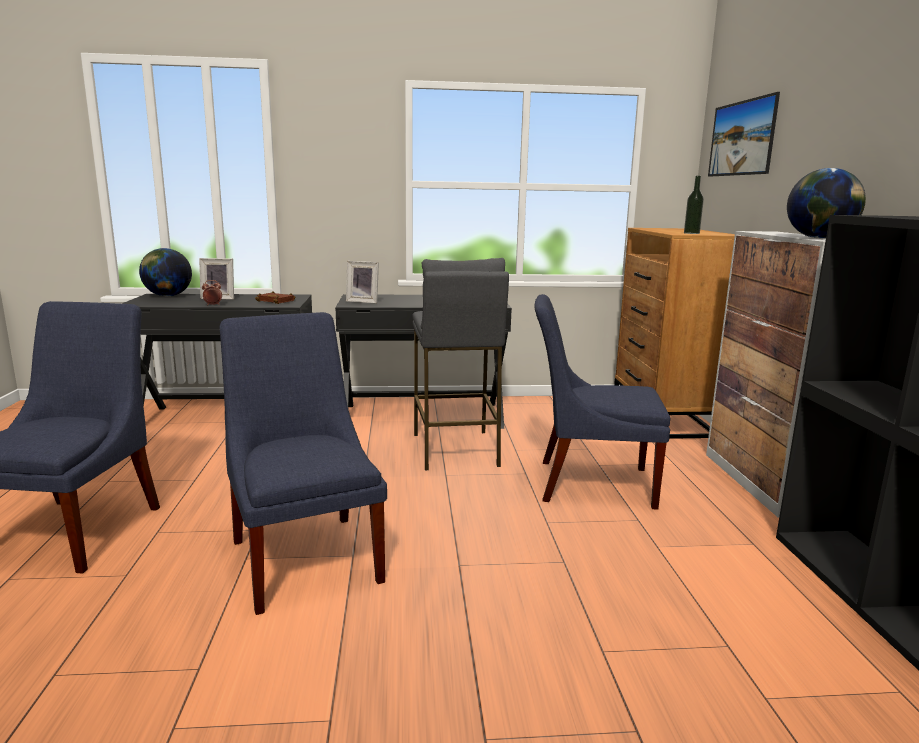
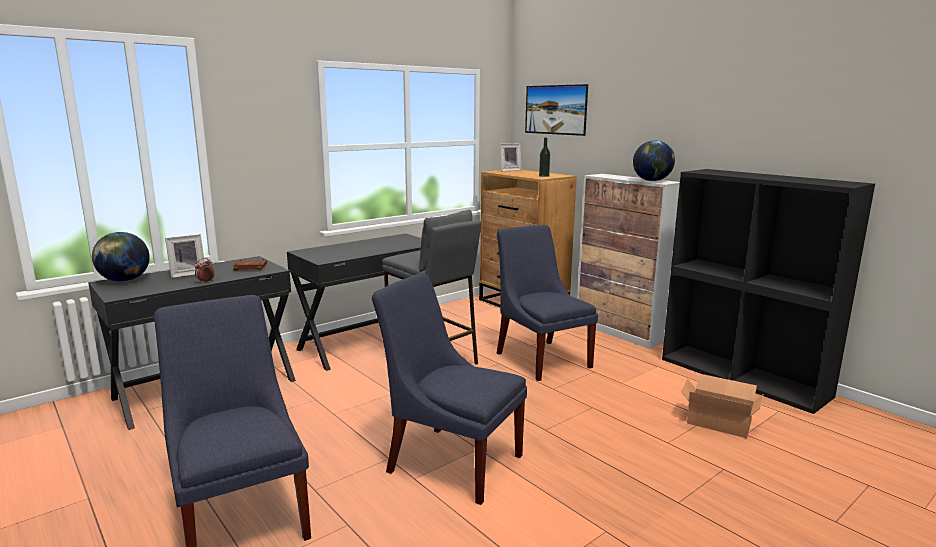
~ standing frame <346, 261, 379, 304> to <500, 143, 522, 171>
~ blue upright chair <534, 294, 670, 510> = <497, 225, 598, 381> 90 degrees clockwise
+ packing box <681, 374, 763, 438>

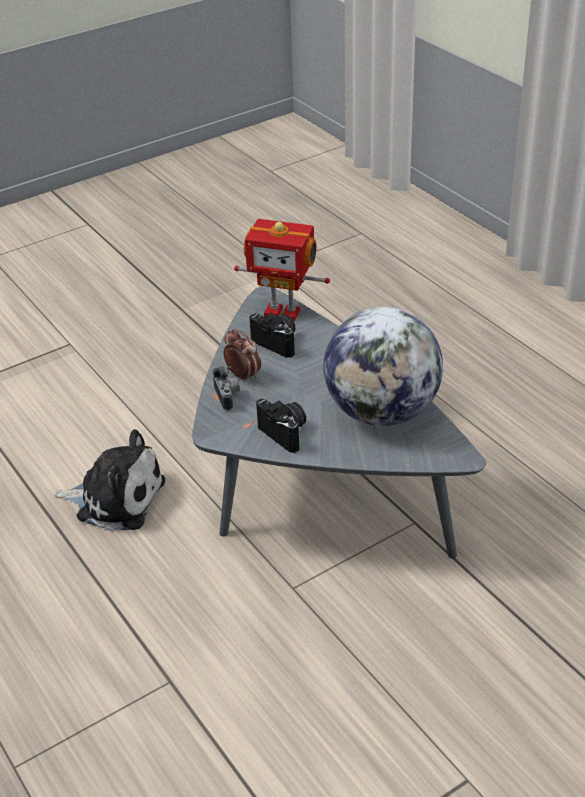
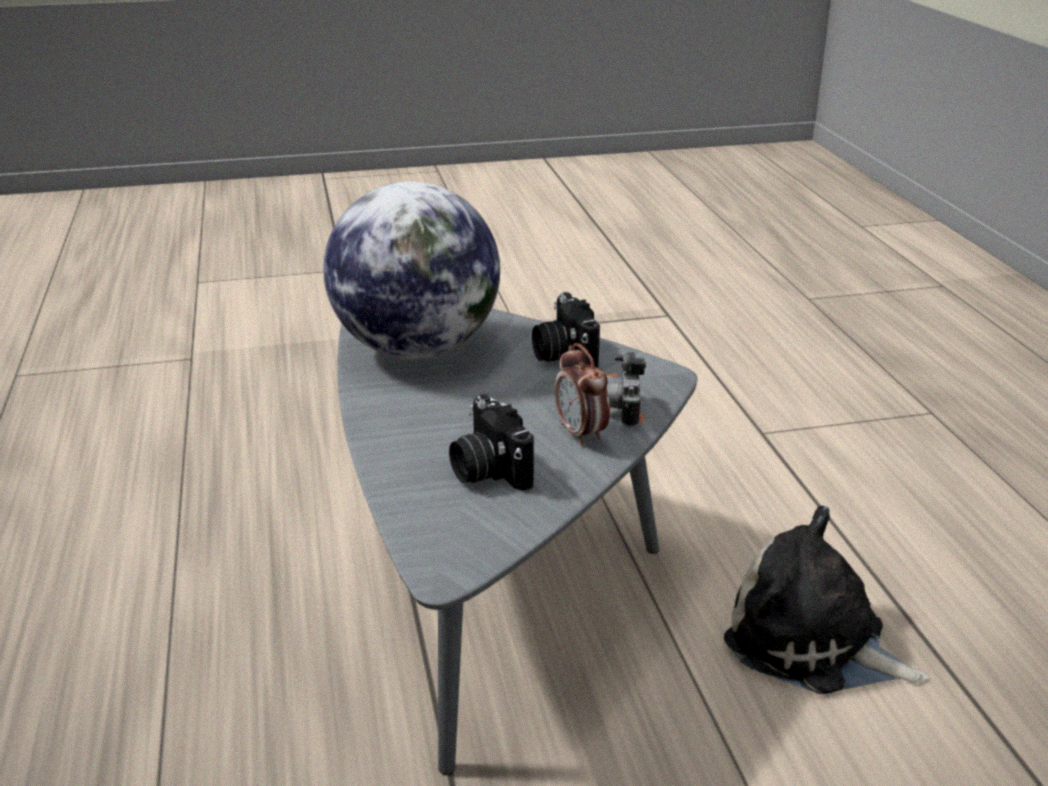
- model robot <234, 219, 330, 322>

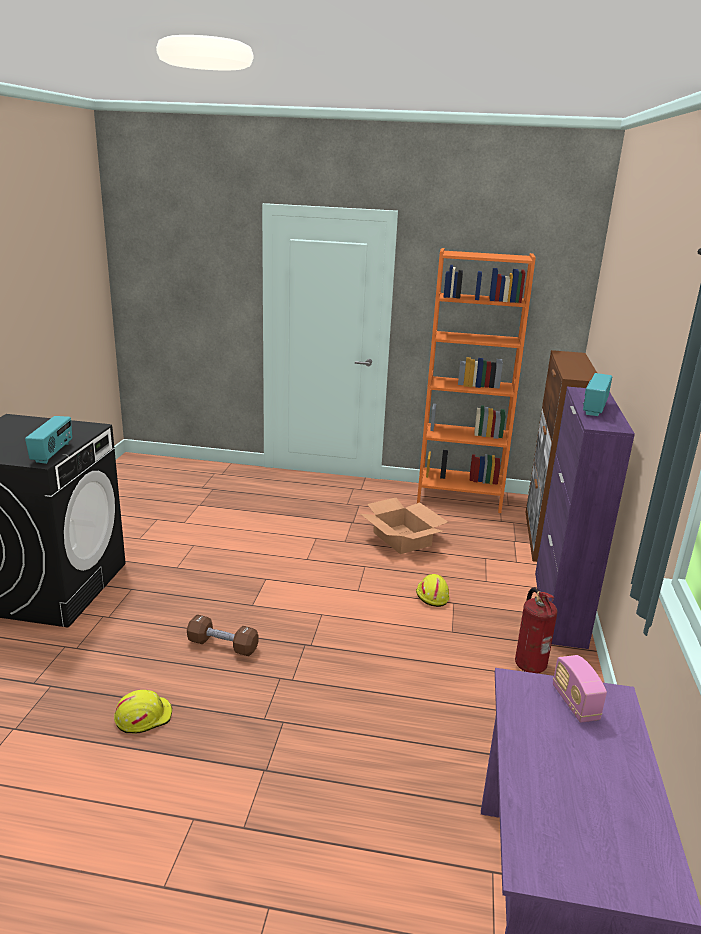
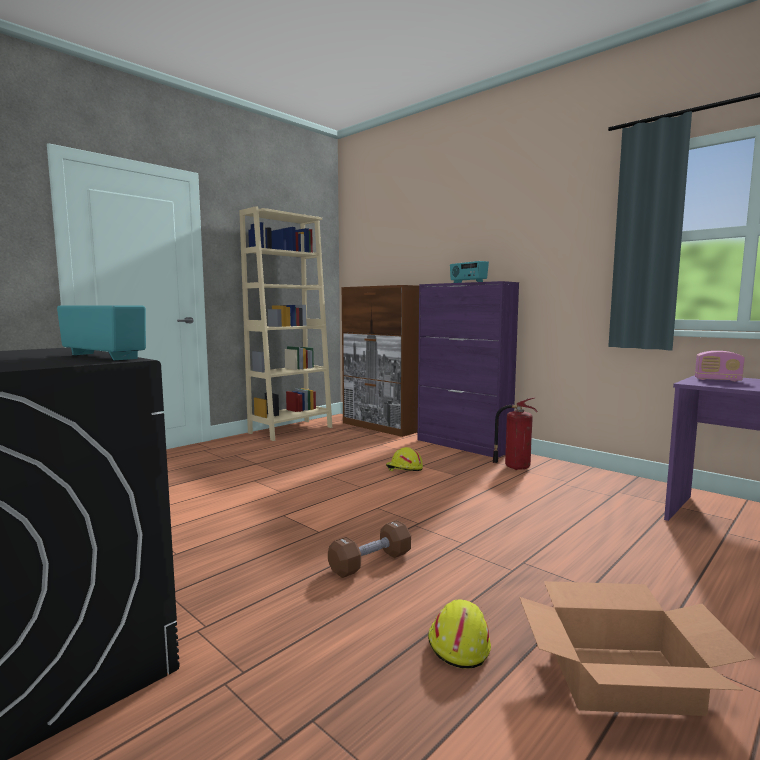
~ packing box <361, 498, 448, 554> to <520, 581, 755, 716>
~ orange bookshelf <417, 248, 536, 513> to beige-coloured bookshelf <239, 206, 332, 441>

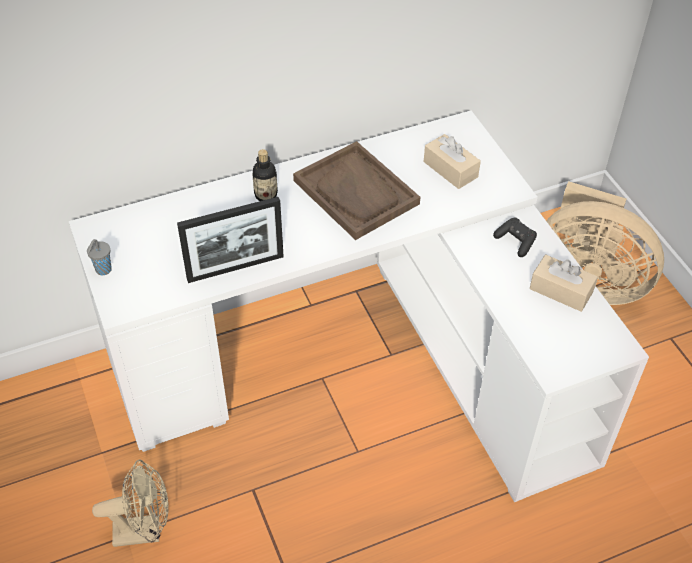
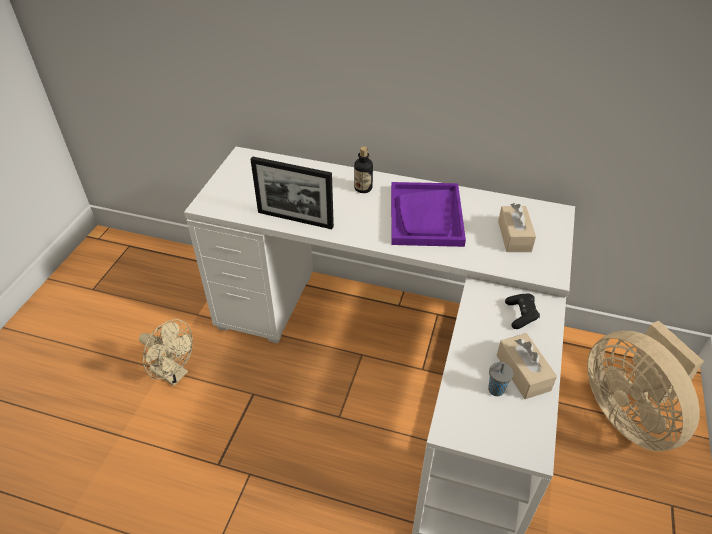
~ gray cup <87, 239, 112, 275> to <488, 361, 513, 396>
~ brownish serving tray <293, 141, 420, 240> to purple serving tray <391, 182, 466, 247>

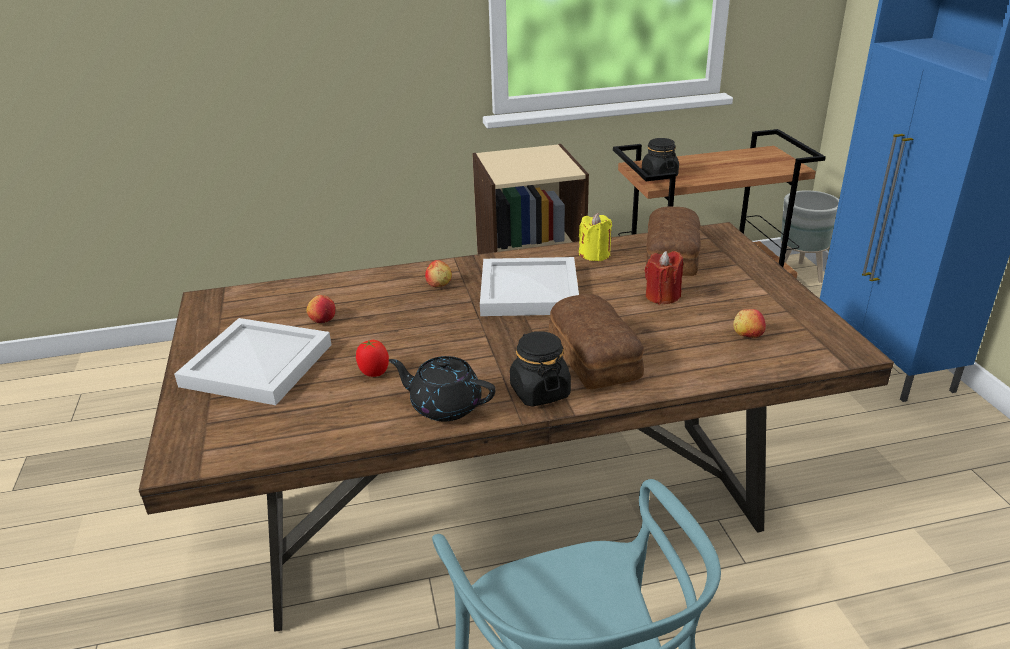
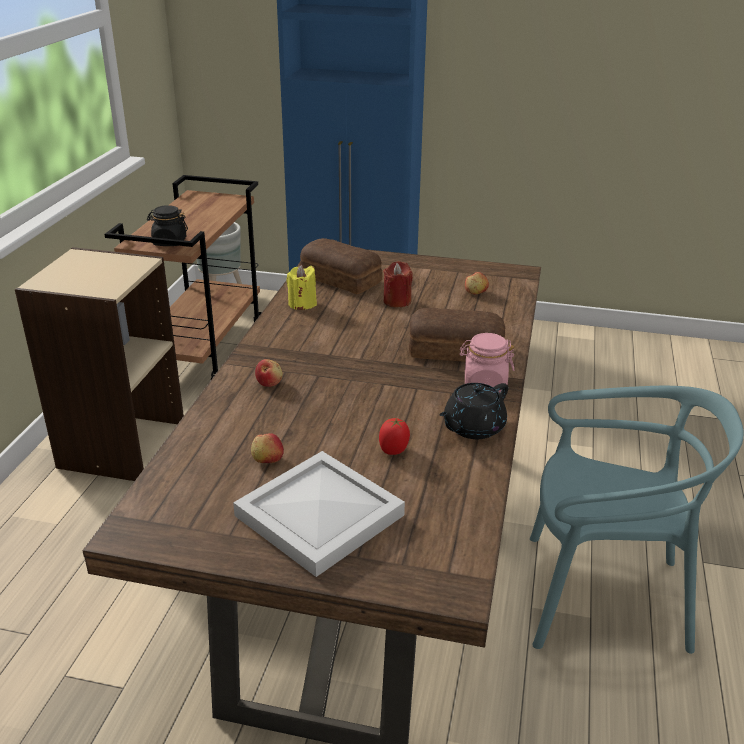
- white-coloured serving tray <480, 257, 579, 316>
~ black-coloured jar <510, 331, 571, 407> to pink-coloured jar <460, 333, 514, 392>

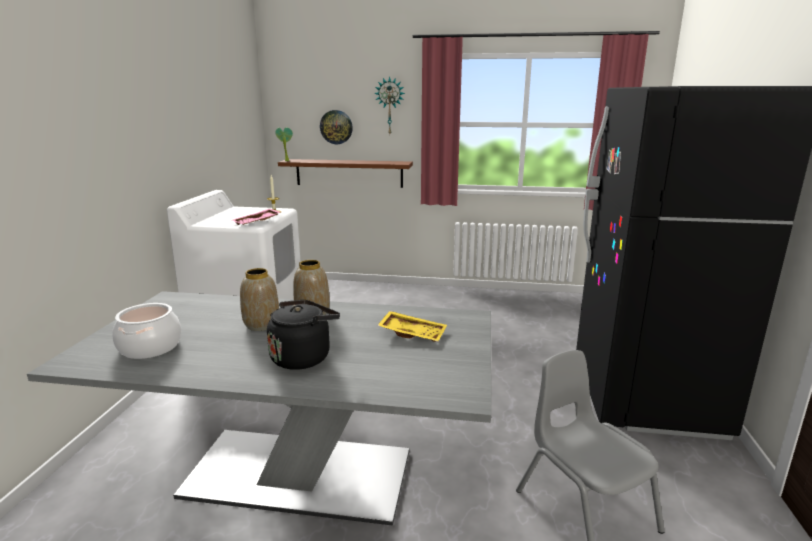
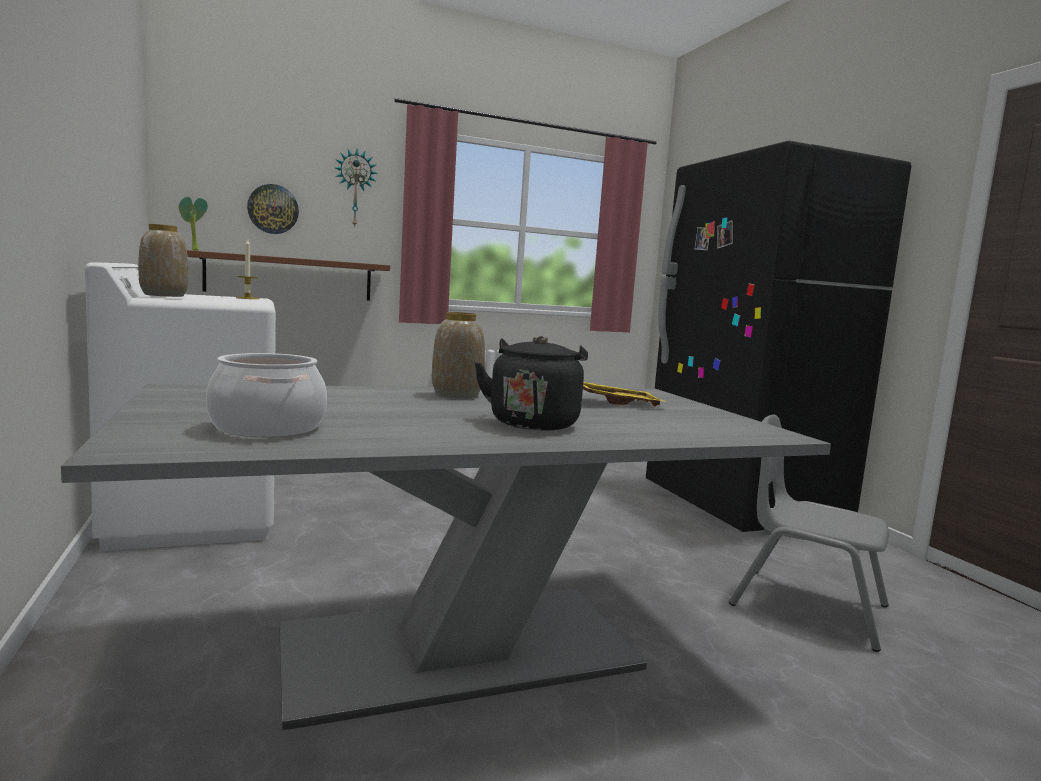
- pink-coloured serving tray <232, 209, 280, 225>
~ decorative vase <240, 268, 279, 331> to <138, 224, 189, 297>

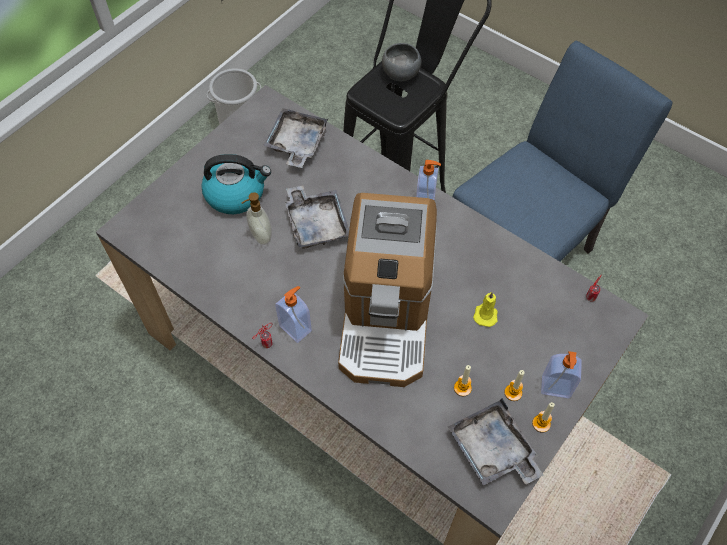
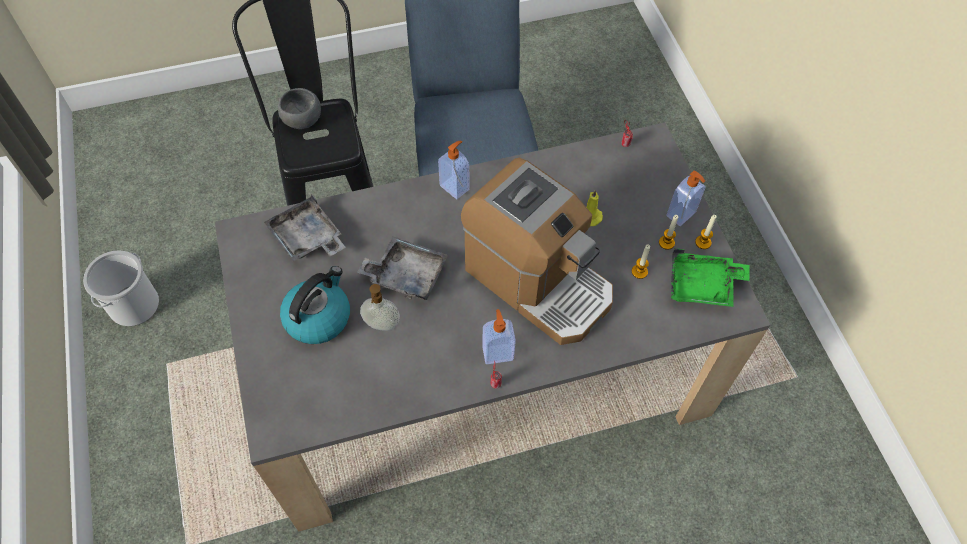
~ gray serving tray <448, 398, 543, 486> to greenish serving tray <671, 248, 750, 307>

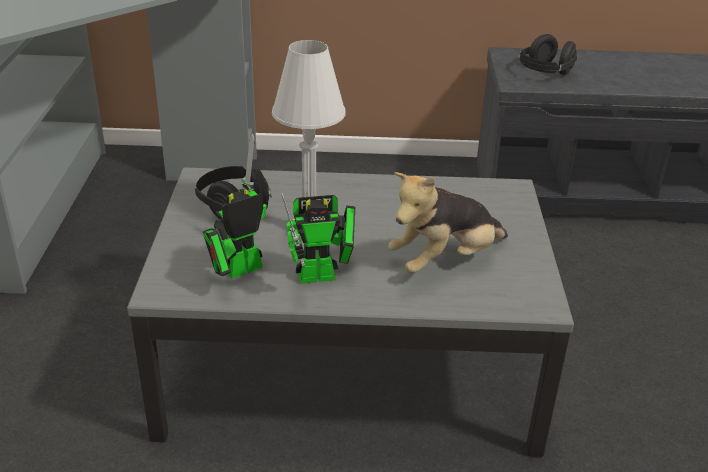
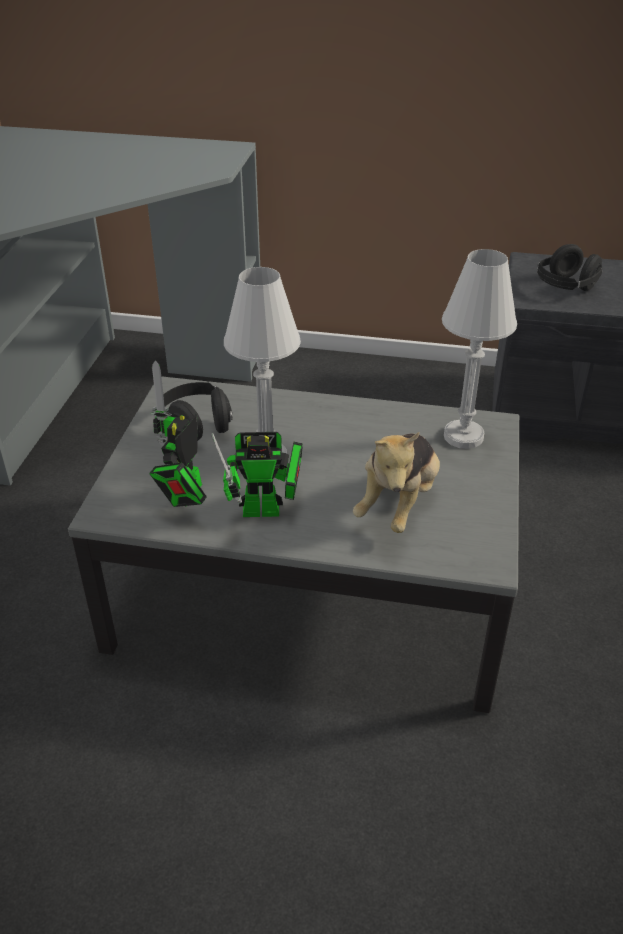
~ model robot <203, 134, 267, 279> = <149, 360, 207, 507> 45 degrees counterclockwise
~ plush toy <388, 172, 508, 273> = <353, 432, 440, 533> 45 degrees counterclockwise
+ white-coloured table lamp <442, 249, 517, 449>

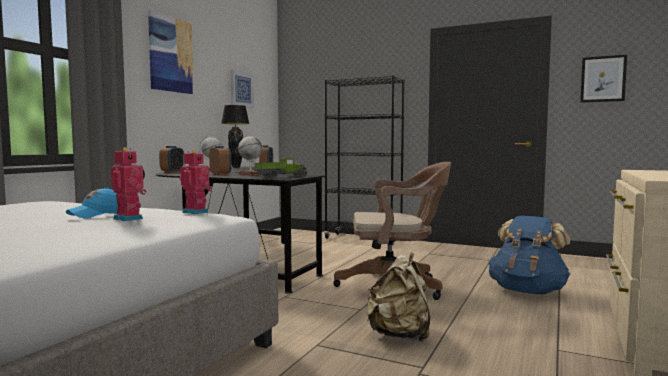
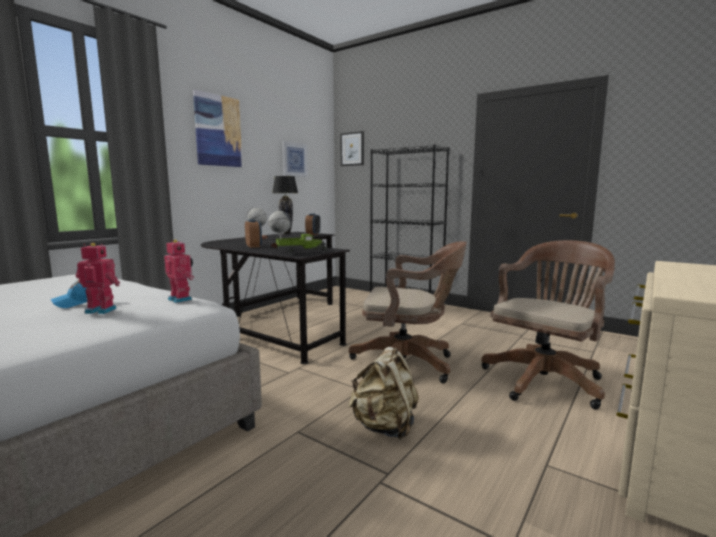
~ model robot <111, 147, 147, 221> = <75, 243, 120, 314> 45 degrees counterclockwise
- bedside clock <159, 146, 185, 173>
~ blue backpack <489, 216, 571, 294> to brownish computer chair <481, 240, 615, 409>
~ wall art <580, 55, 627, 103> to <340, 131, 364, 166>

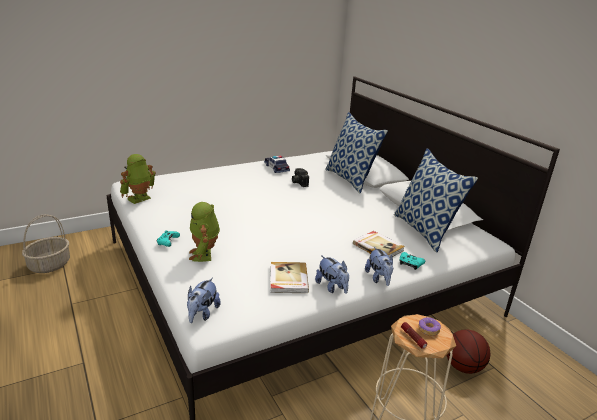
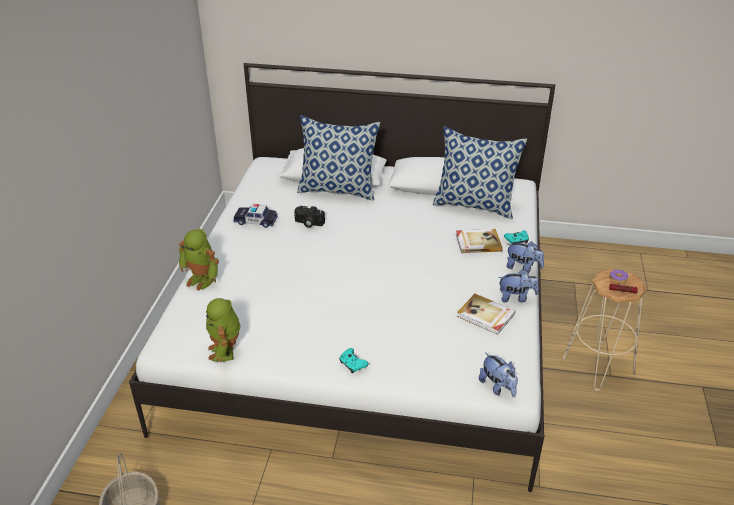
~ model robot <189, 202, 220, 262> to <178, 229, 219, 291>
- basketball <446, 330, 490, 374>

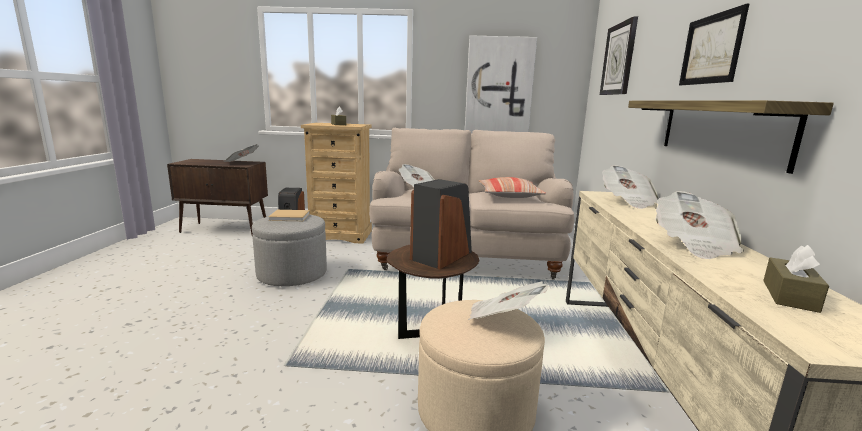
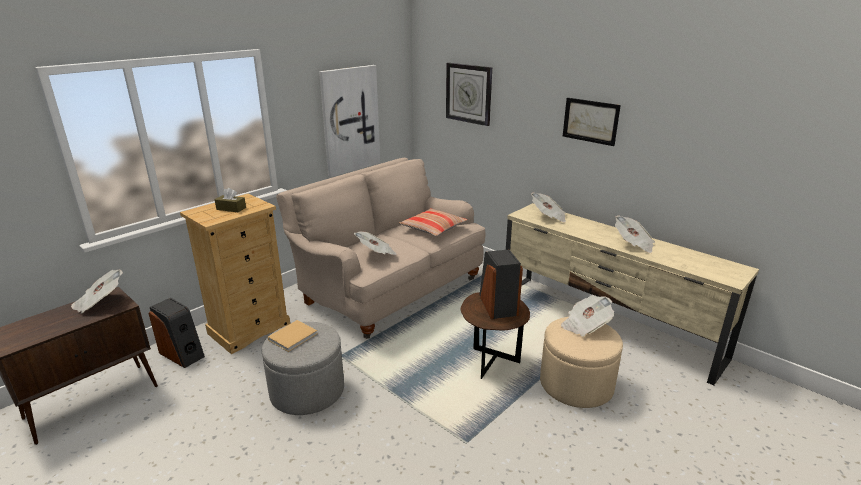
- bracket shelf <628, 100, 834, 174>
- brownish tissue holder <763, 245, 829, 313>

